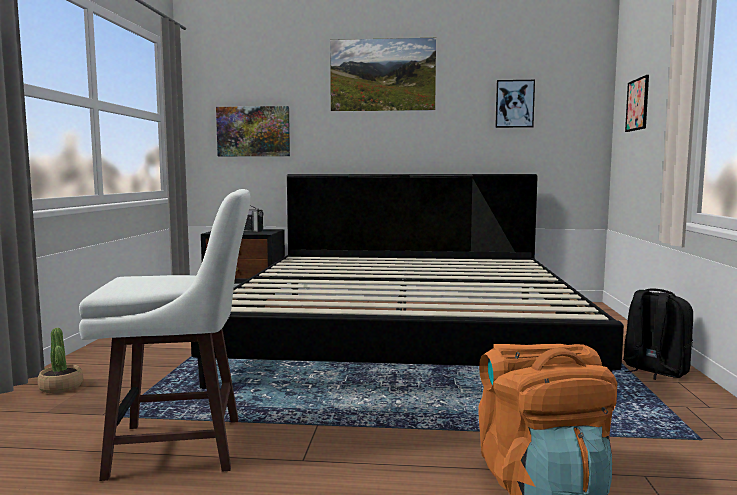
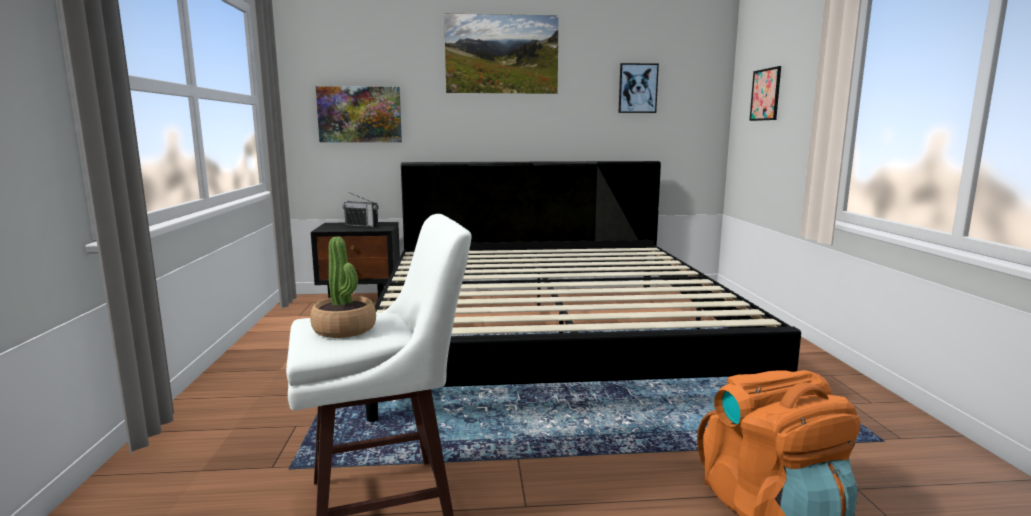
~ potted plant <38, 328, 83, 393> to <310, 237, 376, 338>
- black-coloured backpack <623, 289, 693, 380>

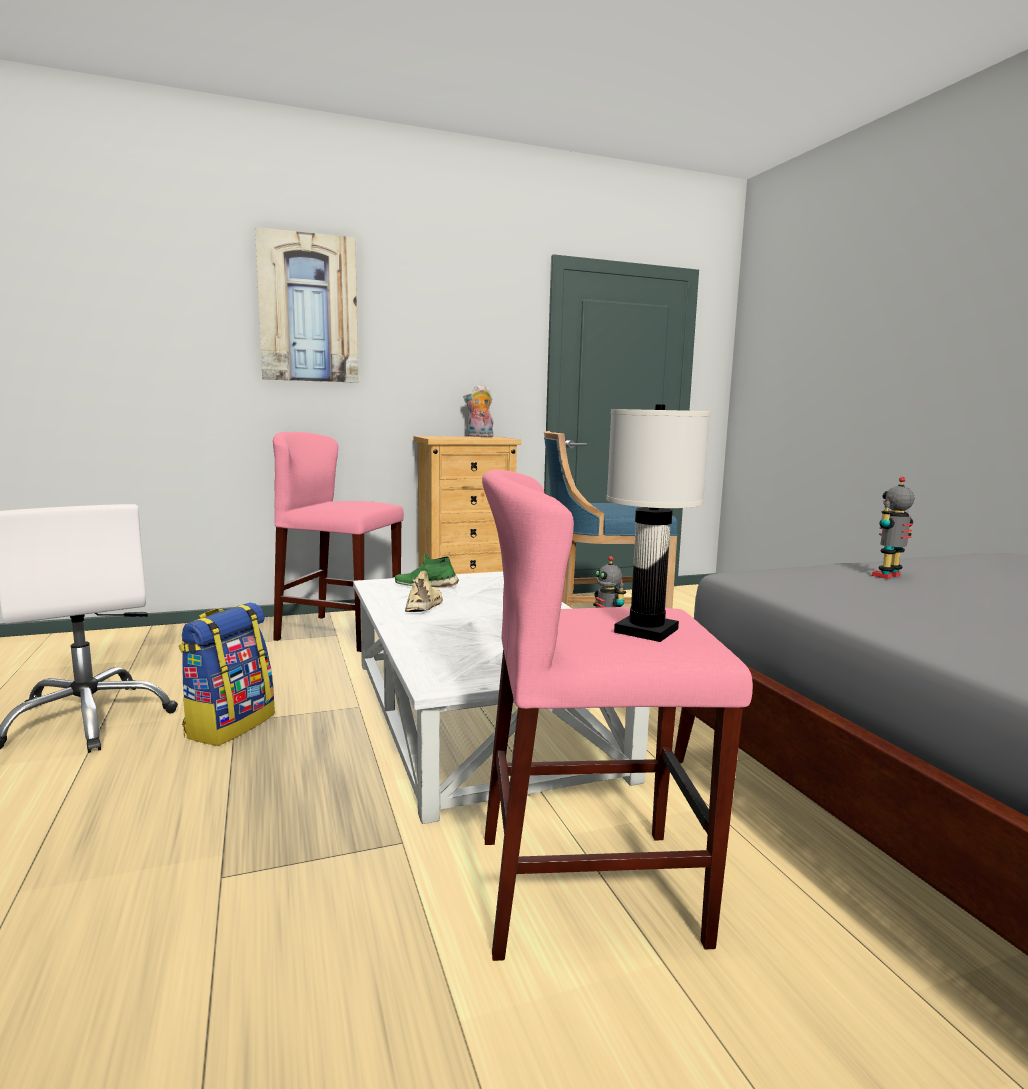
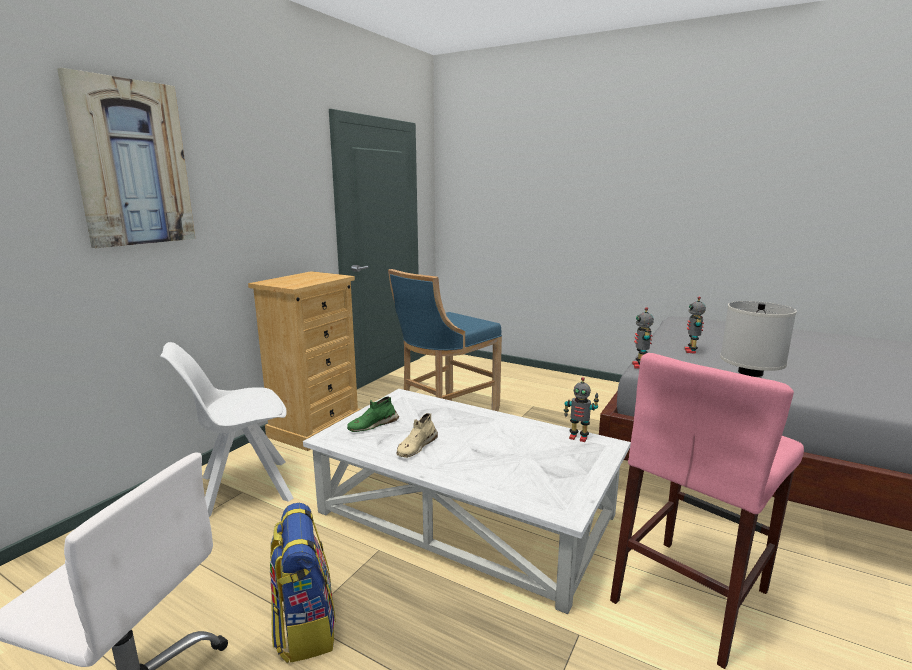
~ pink-coloured sitting stool <273, 432, 404, 652> to white-coloured upright chair <160, 342, 293, 517>
~ beige-coloured shoe <405, 571, 443, 612> = <396, 413, 438, 458> 120 degrees counterclockwise
- plush toy <463, 385, 493, 437>
+ model robot <632, 307, 654, 369>

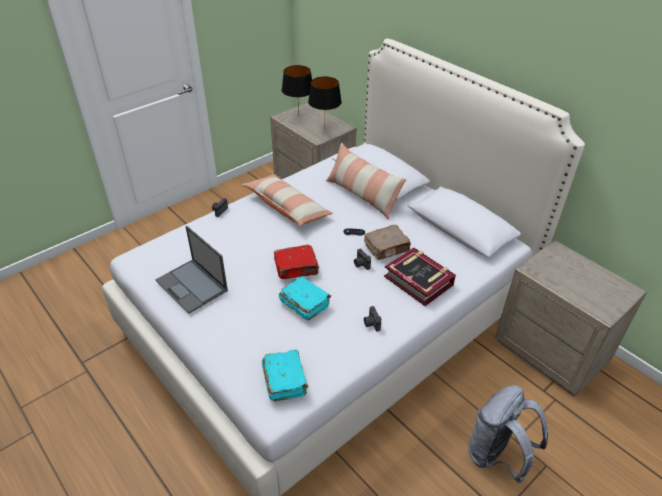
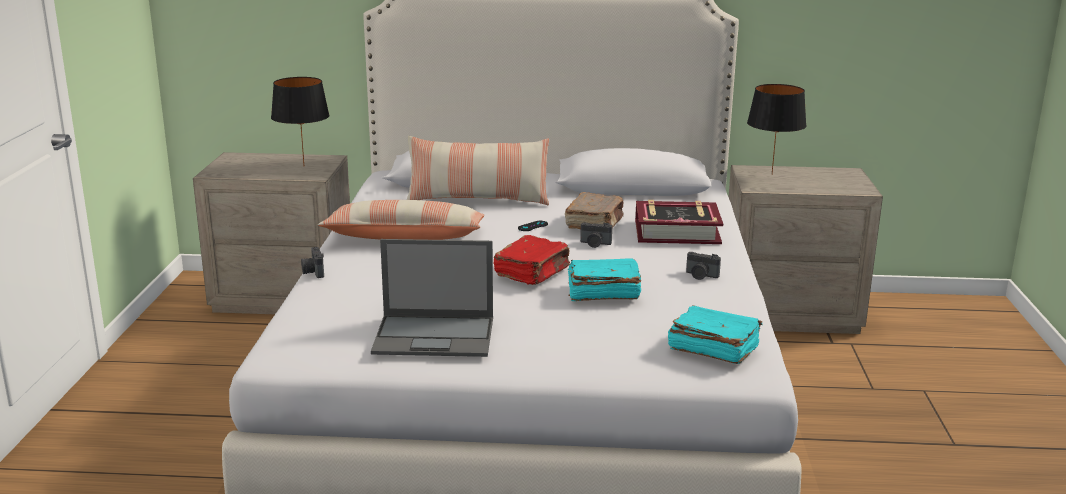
~ black-coloured table lamp <282, 65, 312, 117> to <747, 84, 807, 173>
- gray backpack <468, 385, 548, 483>

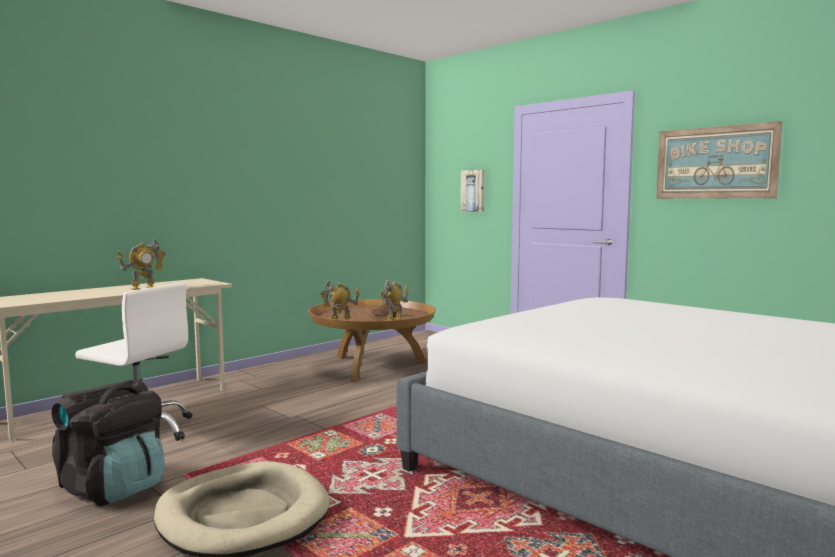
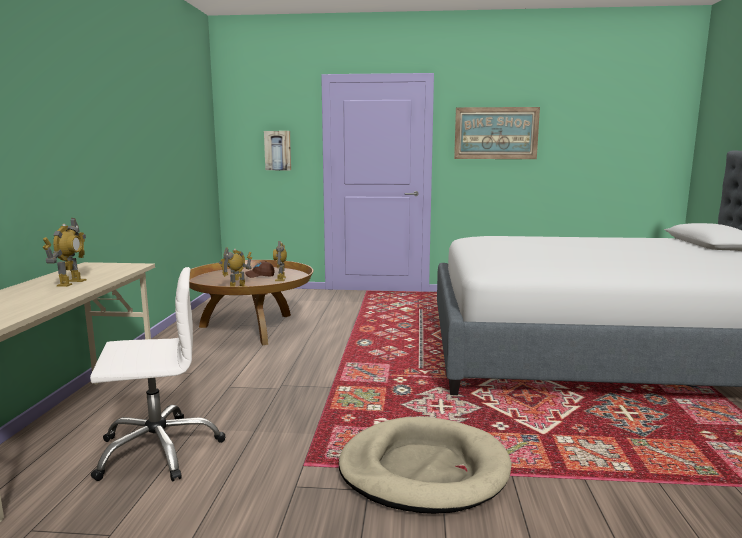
- black-coloured backpack <52, 379, 165, 506>

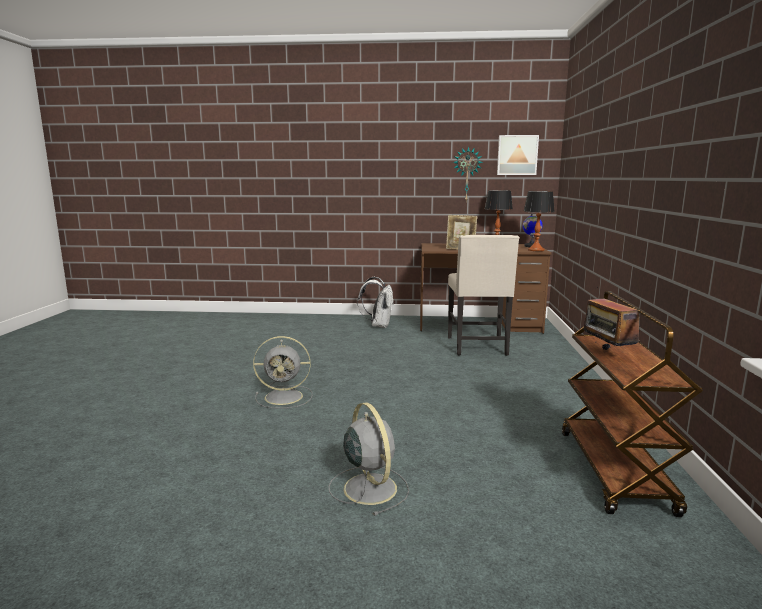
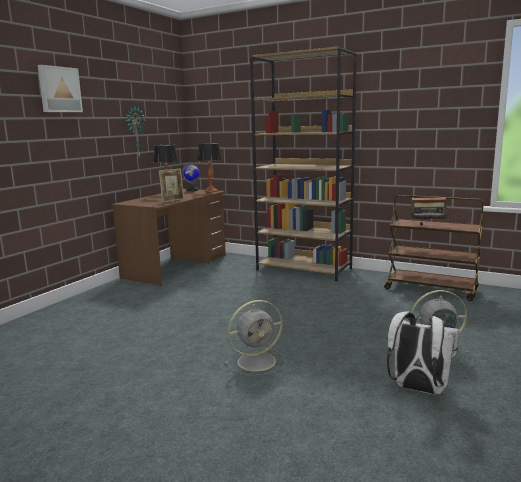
~ gray fan <253, 336, 312, 408> = <225, 300, 286, 376> 45 degrees clockwise
~ white-coloured backpack <357, 277, 393, 328> to <387, 311, 459, 394>
- beige-coloured upright chair <448, 235, 519, 356>
~ wall art <497, 135, 539, 175> to <38, 65, 83, 112>
+ brownish bookshelf <250, 47, 357, 282>

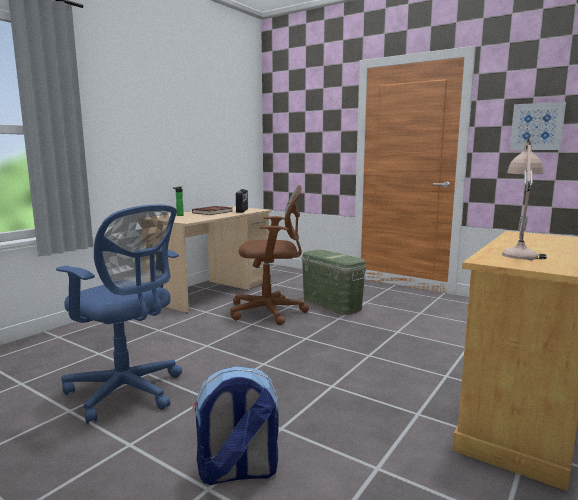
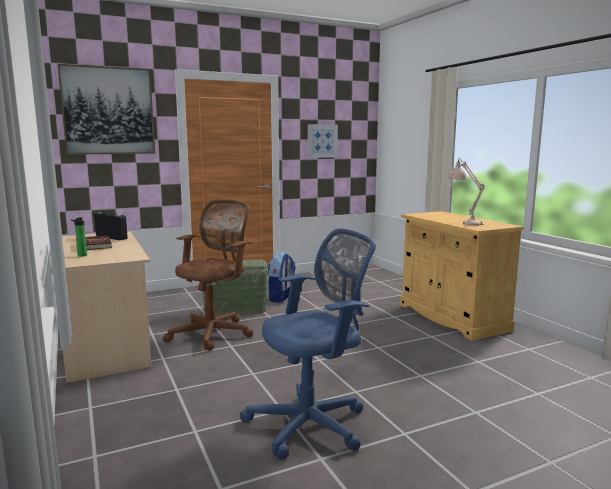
~ backpack <192, 366, 279, 485> to <267, 252, 296, 302>
+ wall art <58, 64, 155, 155>

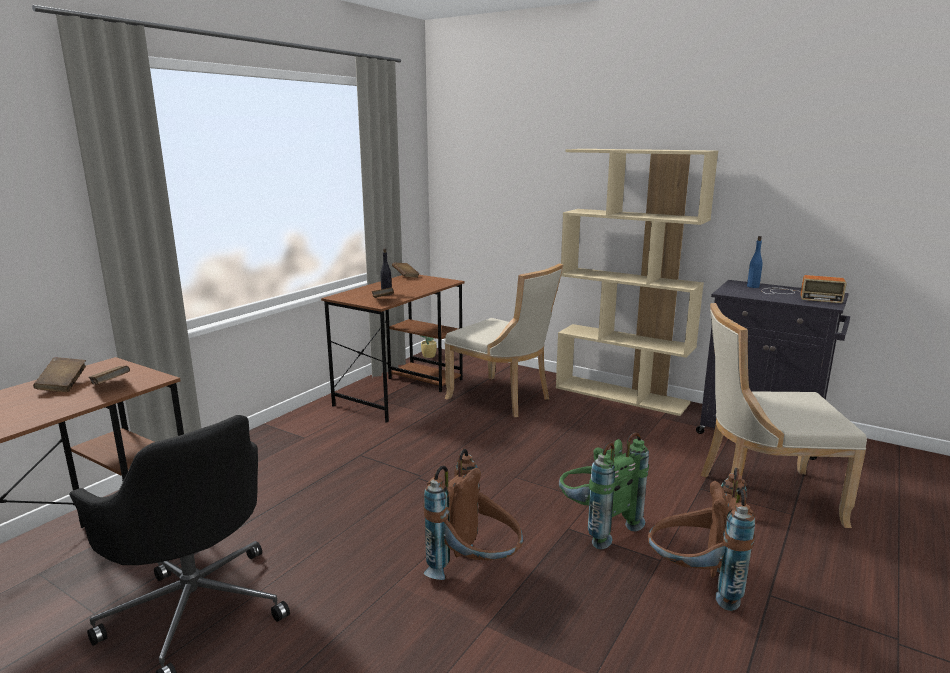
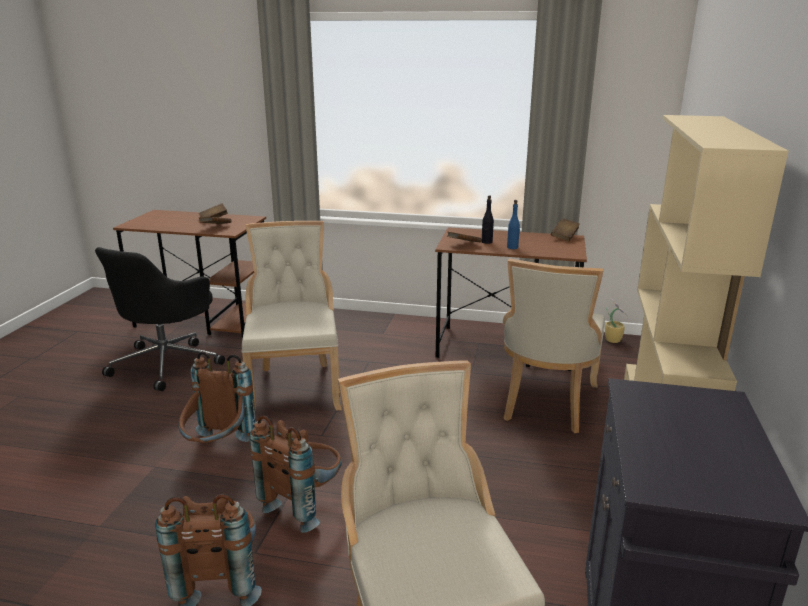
~ greenish backpack <559, 432, 649, 549> to brownish backpack <250, 415, 342, 533>
~ blue drink bottle <747, 236, 763, 288> to <507, 200, 520, 249>
- radio <762, 275, 847, 303>
+ beige-coloured upright chair <242, 221, 342, 411>

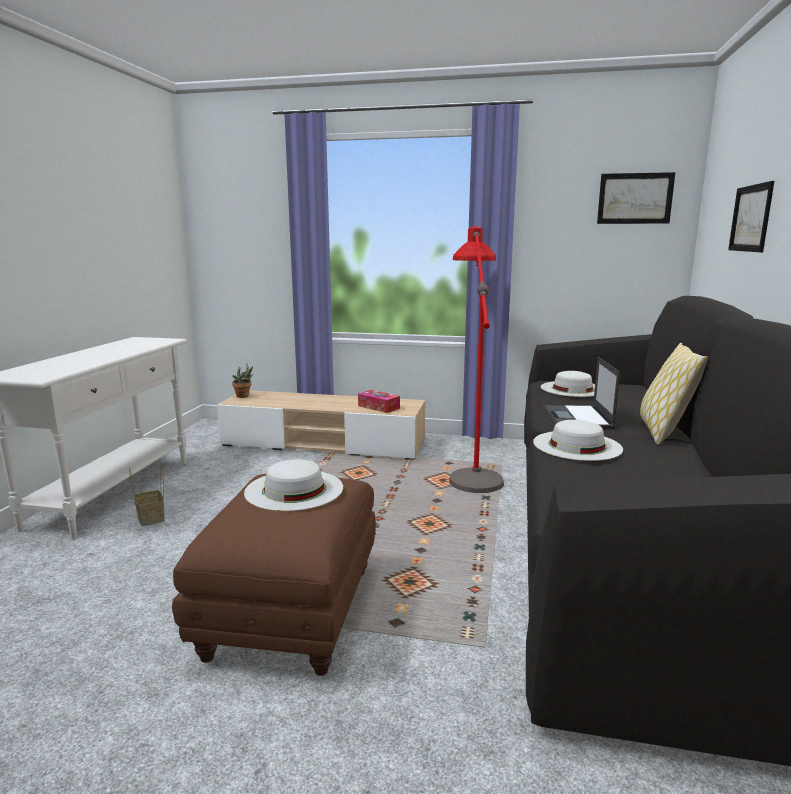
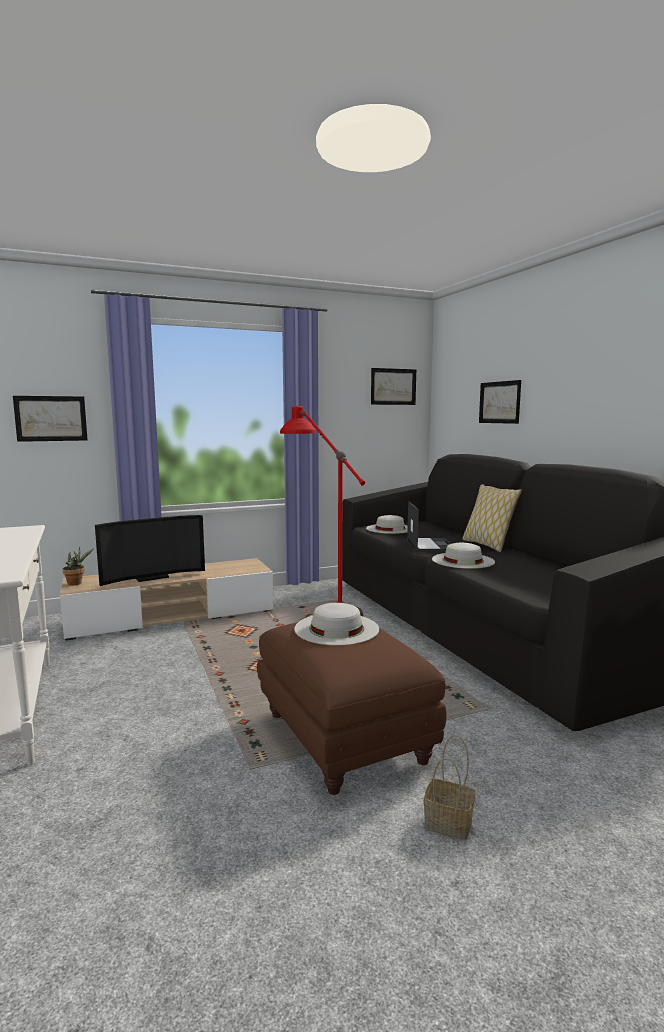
~ household basket <129, 462, 165, 526> to <424, 735, 475, 840>
- tissue holder <358, 390, 400, 413>
~ laptop <543, 357, 620, 429> = <407, 501, 451, 552> 150 degrees counterclockwise
+ wall art <13, 396, 88, 442>
+ television <95, 515, 205, 586>

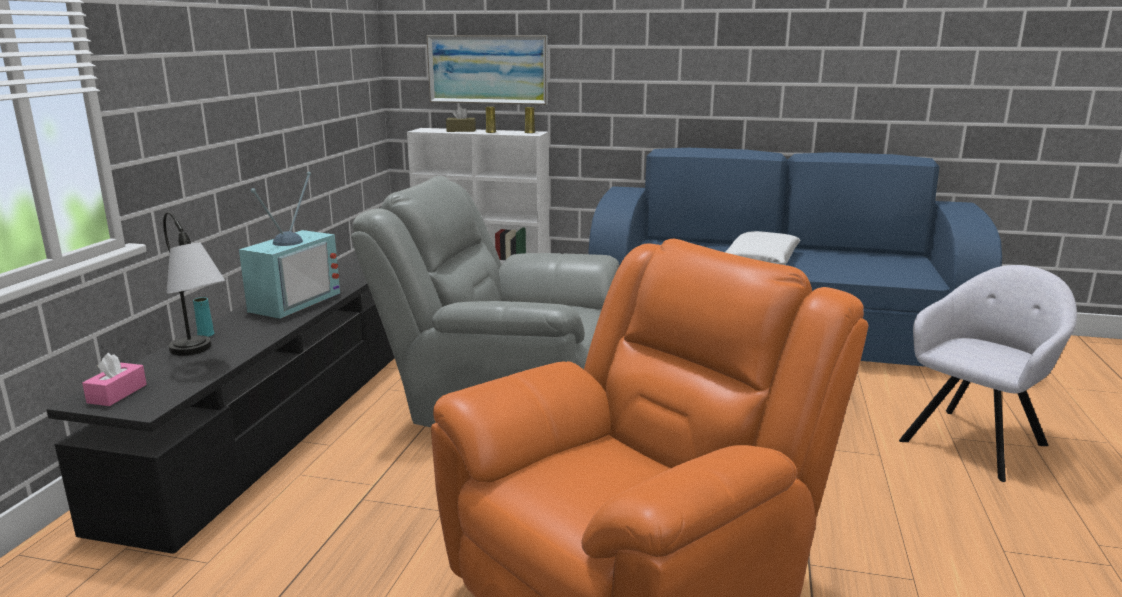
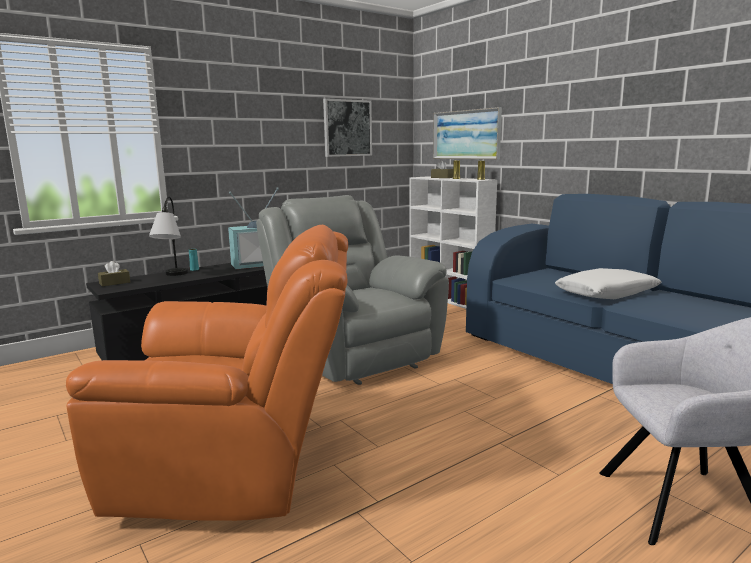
~ pink-coloured tissue holder <82, 353, 147, 406> to brownish tissue holder <98, 261, 130, 287>
+ wall art <323, 98, 372, 157>

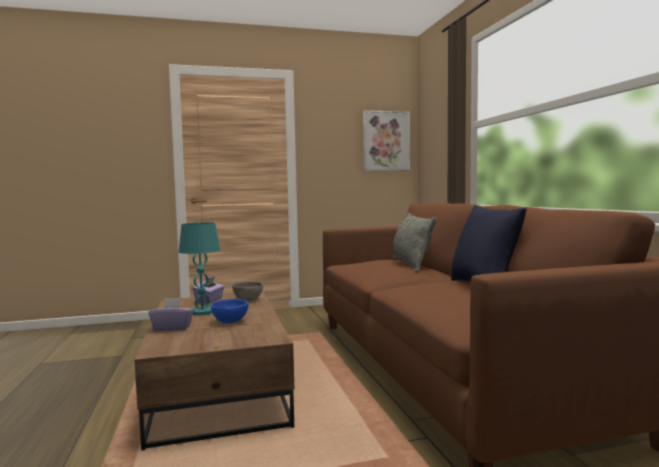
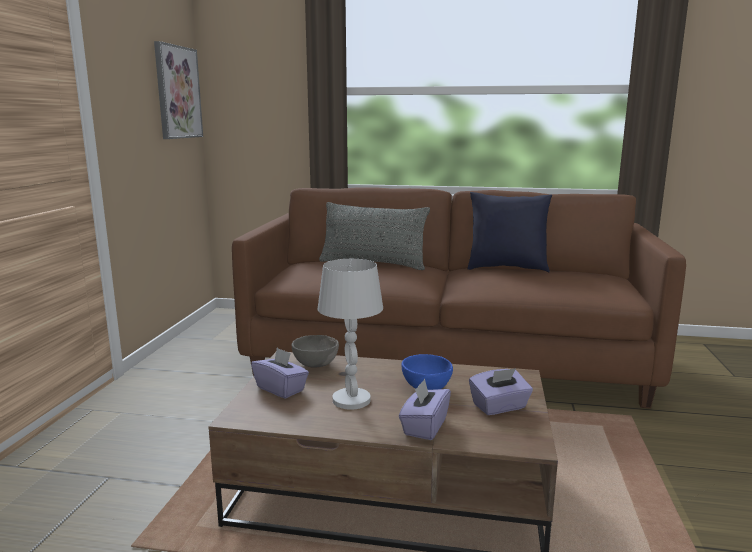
~ blue-green table lamp <179, 222, 220, 315> to white-coloured table lamp <318, 259, 383, 410>
+ purple tissue holder <469, 368, 533, 415>

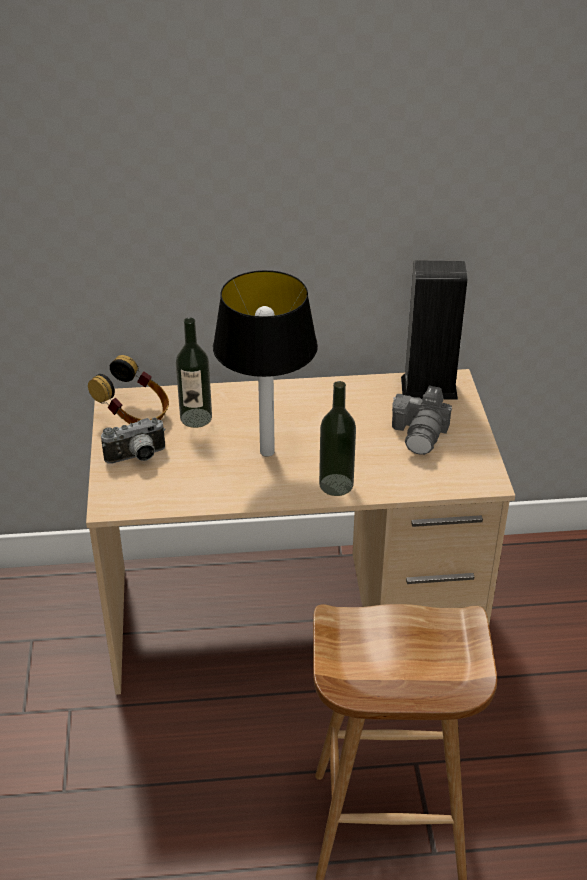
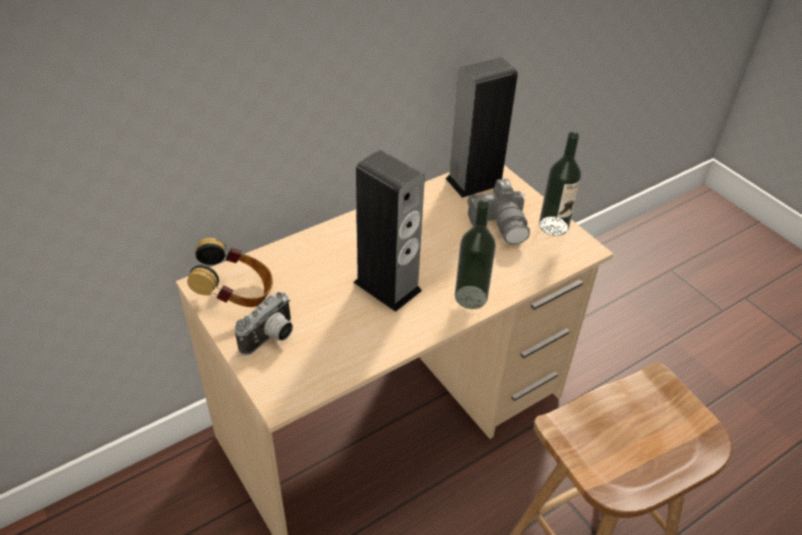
~ drink bottle <176, 317, 212, 428> to <539, 132, 581, 236>
~ table lamp <213, 270, 318, 457> to speaker <353, 150, 425, 312>

